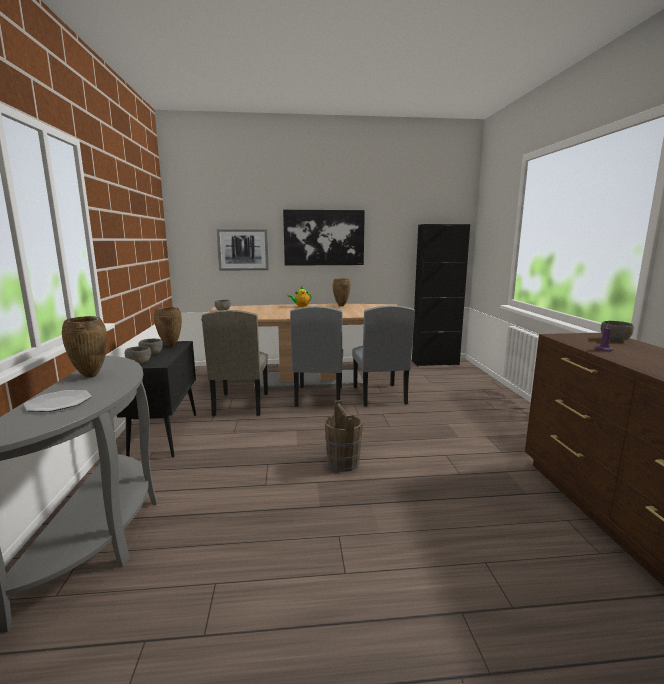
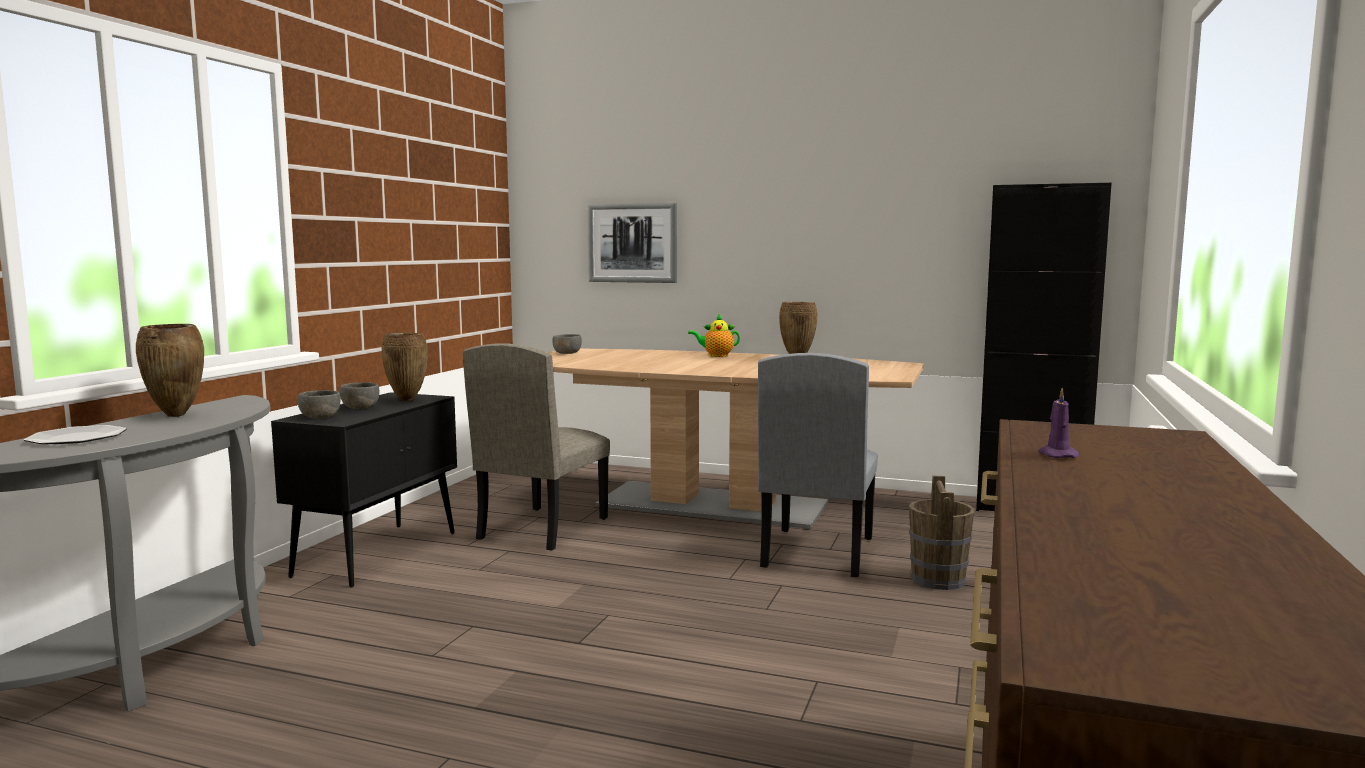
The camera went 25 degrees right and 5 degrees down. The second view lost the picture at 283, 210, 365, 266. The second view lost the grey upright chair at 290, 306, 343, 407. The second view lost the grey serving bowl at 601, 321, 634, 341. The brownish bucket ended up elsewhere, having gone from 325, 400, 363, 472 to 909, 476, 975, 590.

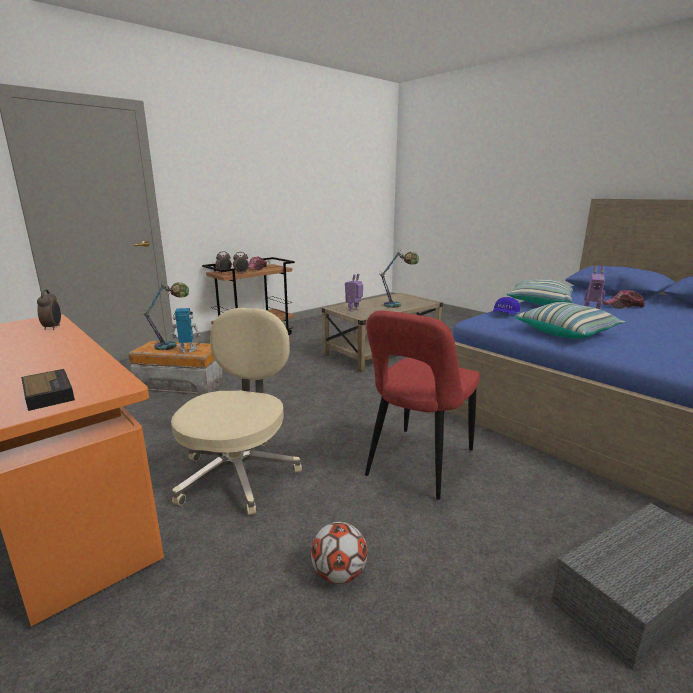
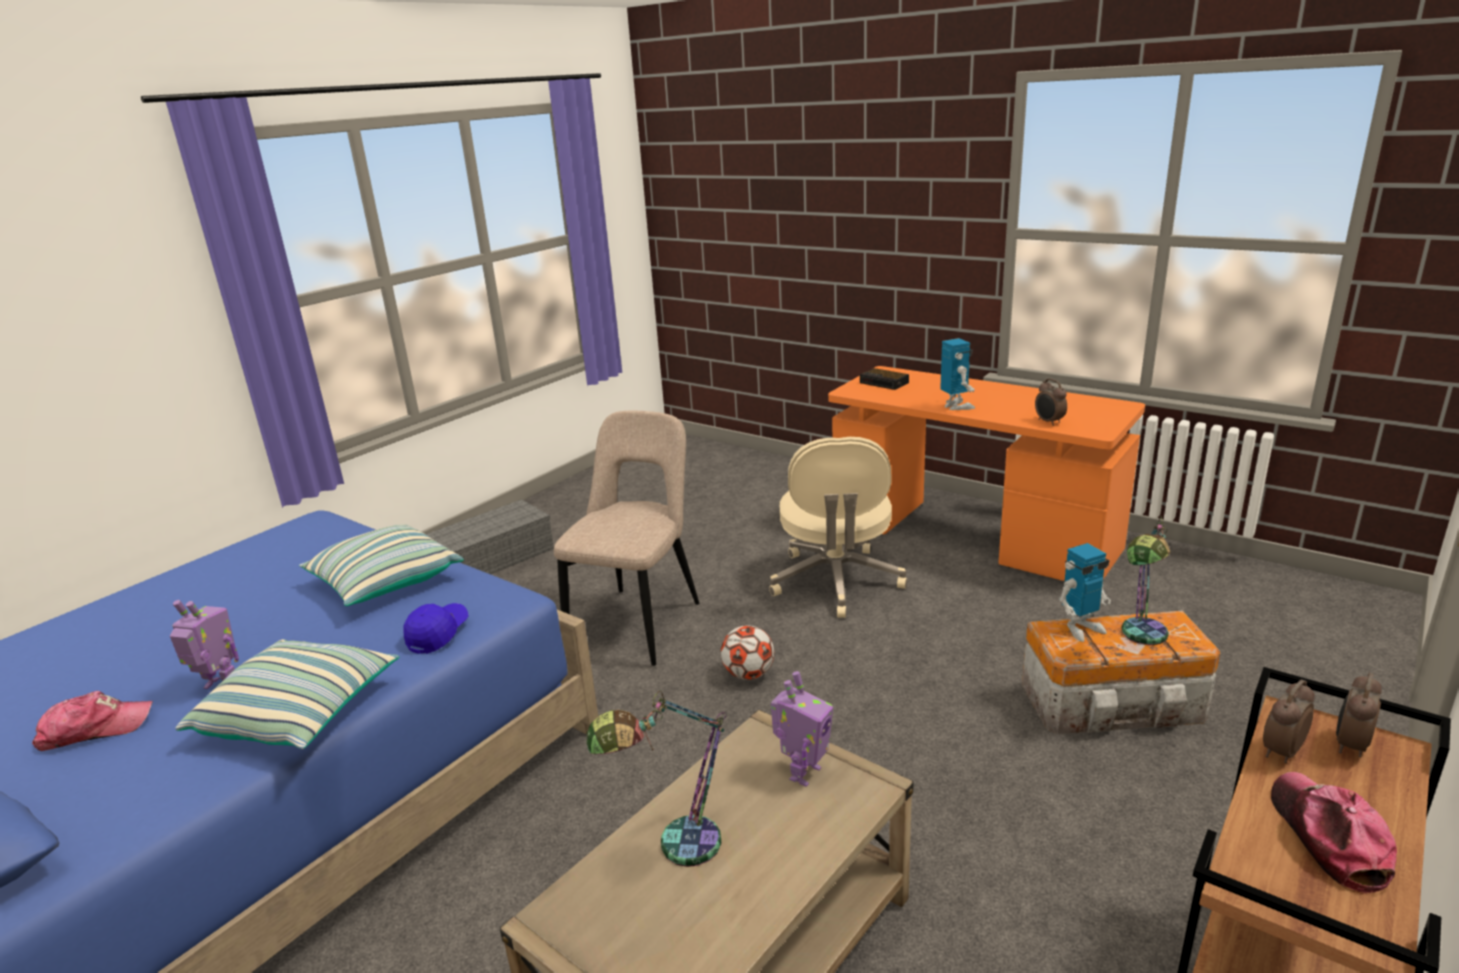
The camera went 170 degrees right and 5 degrees up. What was the reddish upright chair at 365, 310, 480, 500 turned into the sand-coloured upright chair at 554, 411, 700, 666. The ball for football ended up elsewhere, having gone from 311, 522, 368, 584 to 721, 625, 774, 680. The second view gained the robot figure at 940, 338, 975, 410.

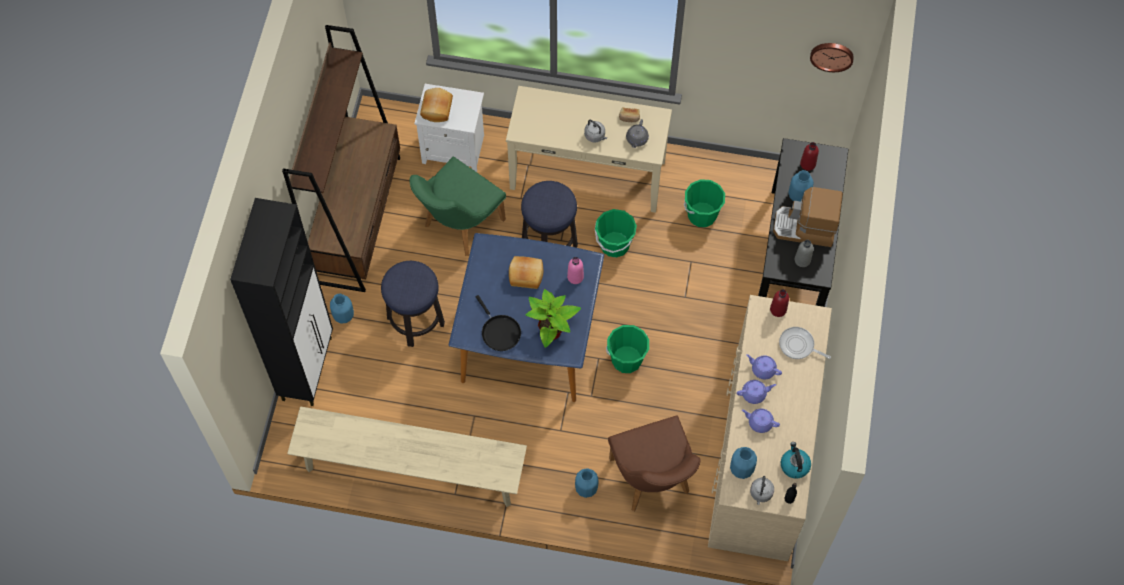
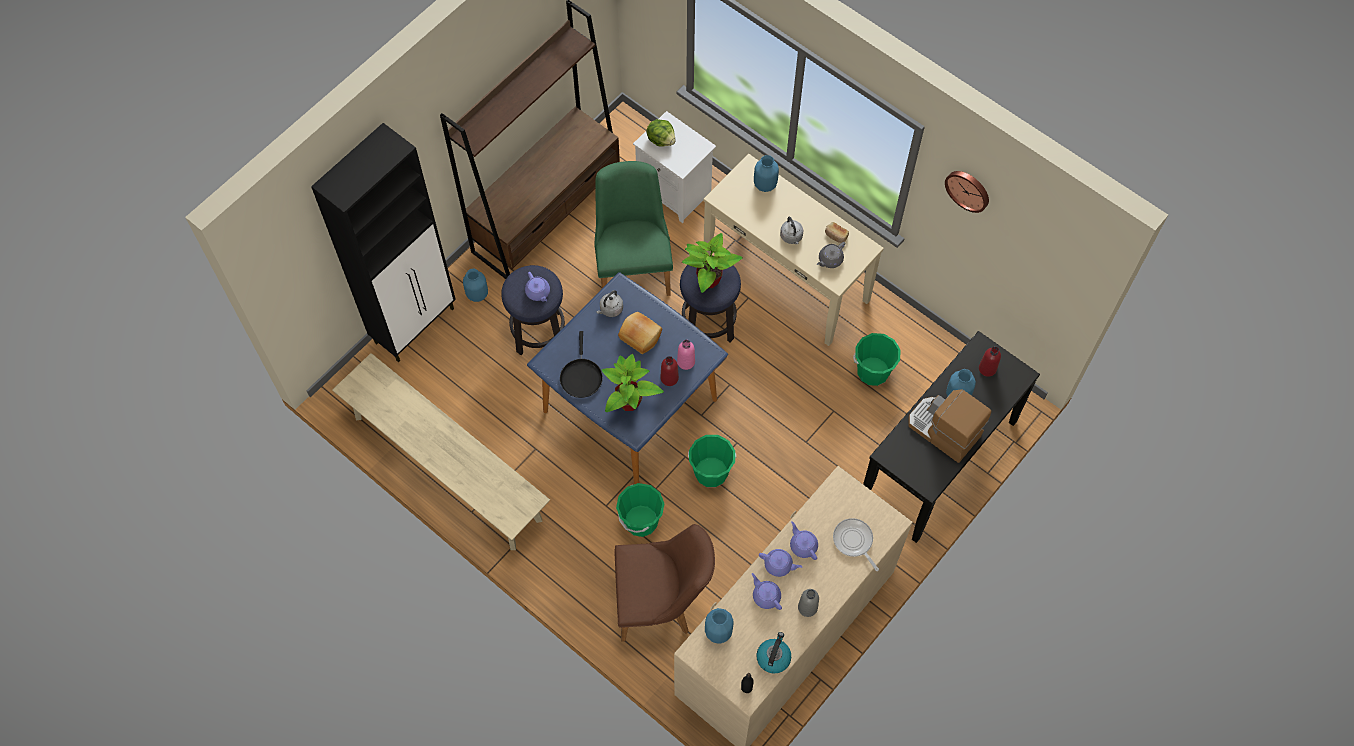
The camera went 30 degrees right and 0 degrees up. The hanging clock ended up elsewhere, having gone from 810, 43, 854, 72 to 945, 171, 989, 213. Where the baked bread stood at 420, 88, 453, 122, the lettuce came to stand at 646, 119, 675, 147. The green-coloured upright chair at 410, 156, 506, 256 ended up facing another way, 105 degrees clockwise from before. The green-coloured bucket ended up elsewhere, having gone from 595, 209, 637, 258 to 616, 483, 665, 537. The grey drink bottle ended up elsewhere, having gone from 795, 240, 813, 267 to 798, 589, 819, 617. The reddish drink bottle ended up elsewhere, having gone from 770, 289, 789, 317 to 660, 356, 679, 386. The brownish upright chair at 608, 415, 701, 511 ended up facing another way, 105 degrees counterclockwise from before. The bluish flower vase ended up elsewhere, having gone from 575, 468, 598, 498 to 754, 155, 779, 192. The grey kettle ended up elsewhere, having gone from 750, 476, 774, 505 to 596, 290, 623, 317. The second view gained the houseplant at 682, 233, 743, 293. The second view gained the purplish teapot at 525, 272, 550, 302.

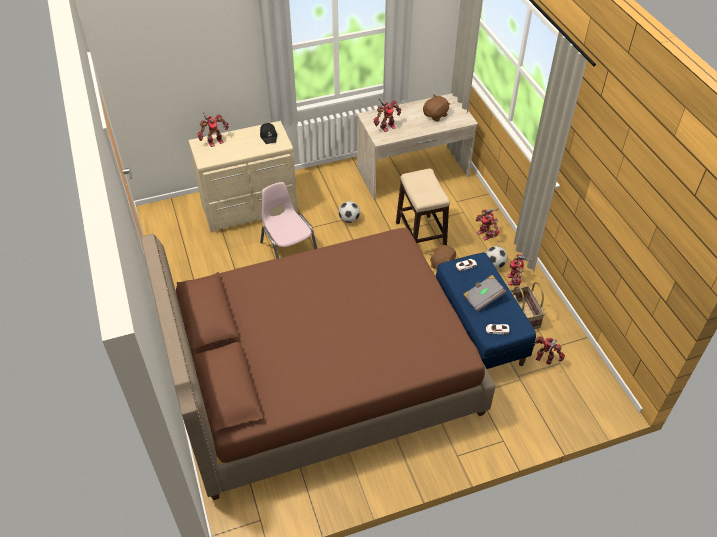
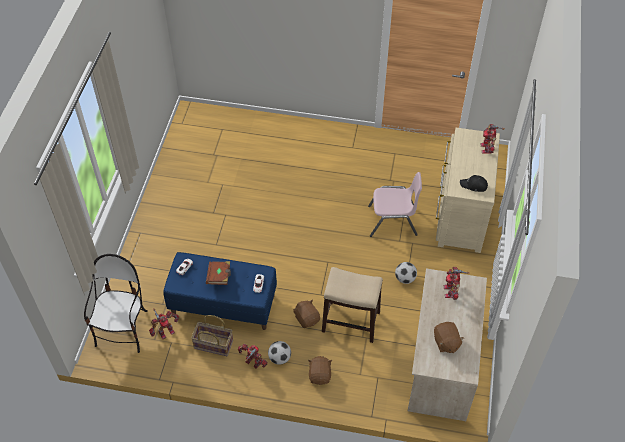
The camera went 120 degrees right and 5 degrees up. Where the robot figure stood at 476, 209, 499, 240, the brownish cuddly toy came to stand at 308, 356, 332, 385. The second view lost the brownish bedroom bed at 141, 228, 495, 500. What was the grey volume at 463, 275, 506, 312 turned into the brownish volume at 206, 261, 231, 285. The second view gained the upright chair at 84, 254, 148, 353.

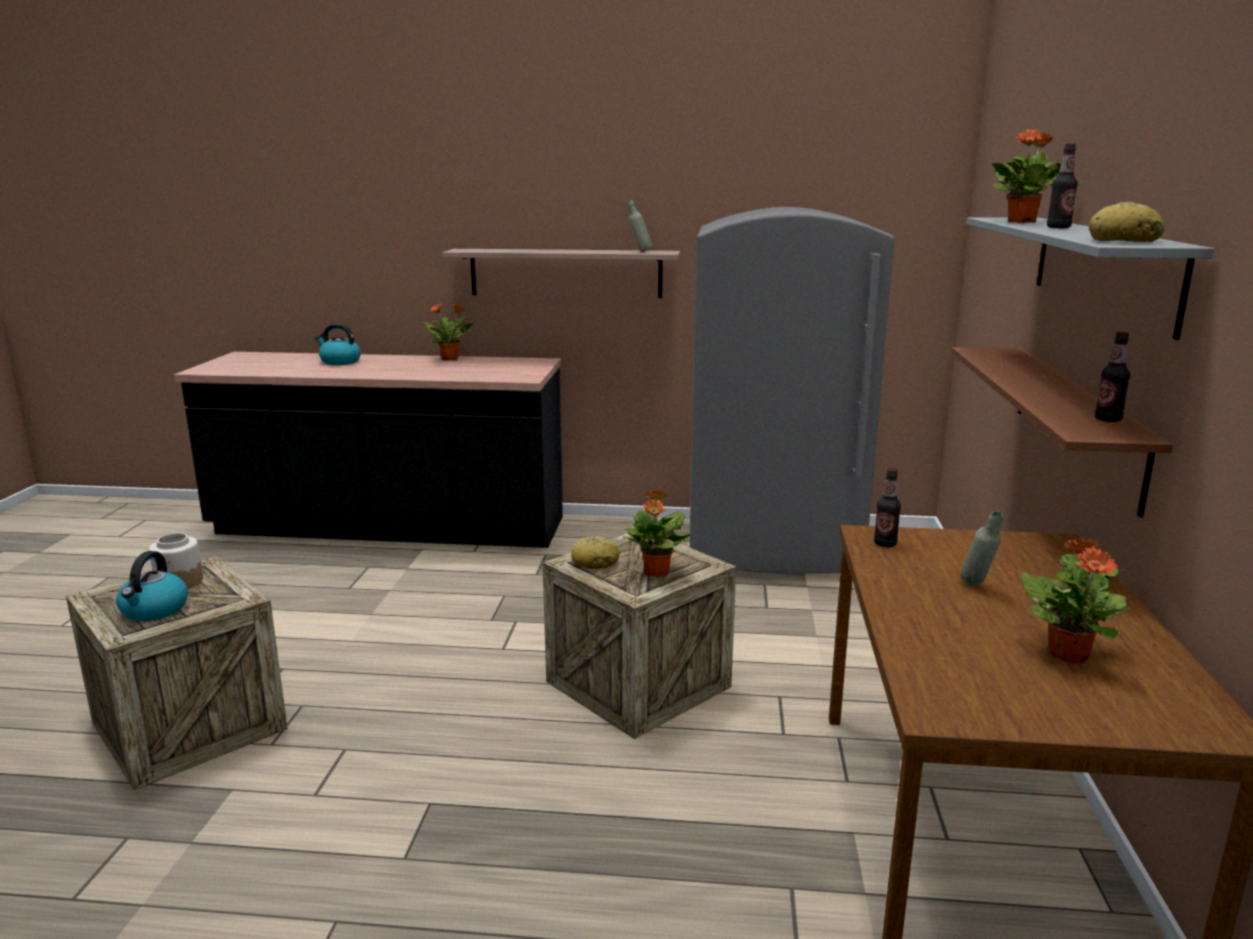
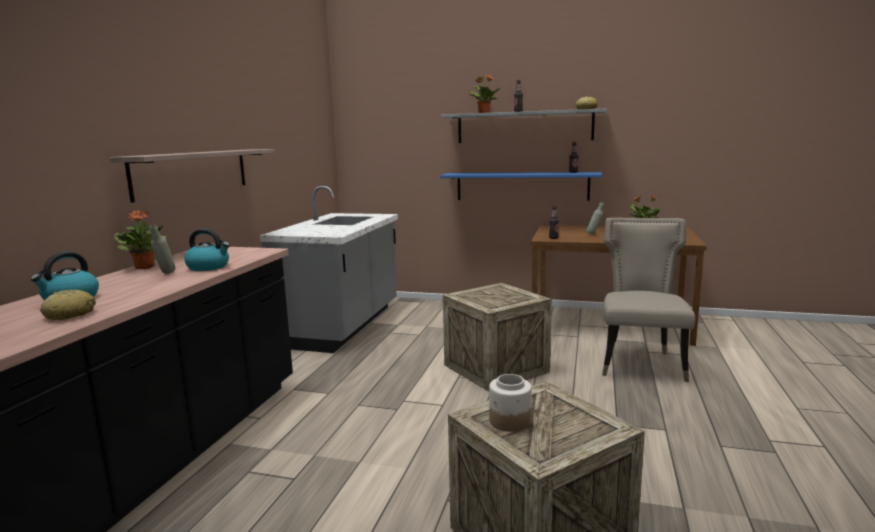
The camera went 80 degrees left and 5 degrees down. The grey drink bottle ended up elsewhere, having gone from 627, 200, 652, 252 to 150, 225, 176, 274. Where the grey kitchen fridge stood at 689, 207, 894, 574, the grey kitchen counter came to stand at 260, 186, 398, 353. What was the brownish wall shelf at 951, 347, 1173, 518 turned into the bluish wall shelf at 440, 172, 602, 201. The second view lost the houseplant at 622, 490, 692, 577. The baked bread ended up elsewhere, having gone from 571, 535, 619, 569 to 40, 289, 96, 320. The kettle ended up elsewhere, having gone from 116, 551, 188, 621 to 185, 228, 230, 271. The second view gained the sand-coloured upright chair at 602, 218, 695, 382.

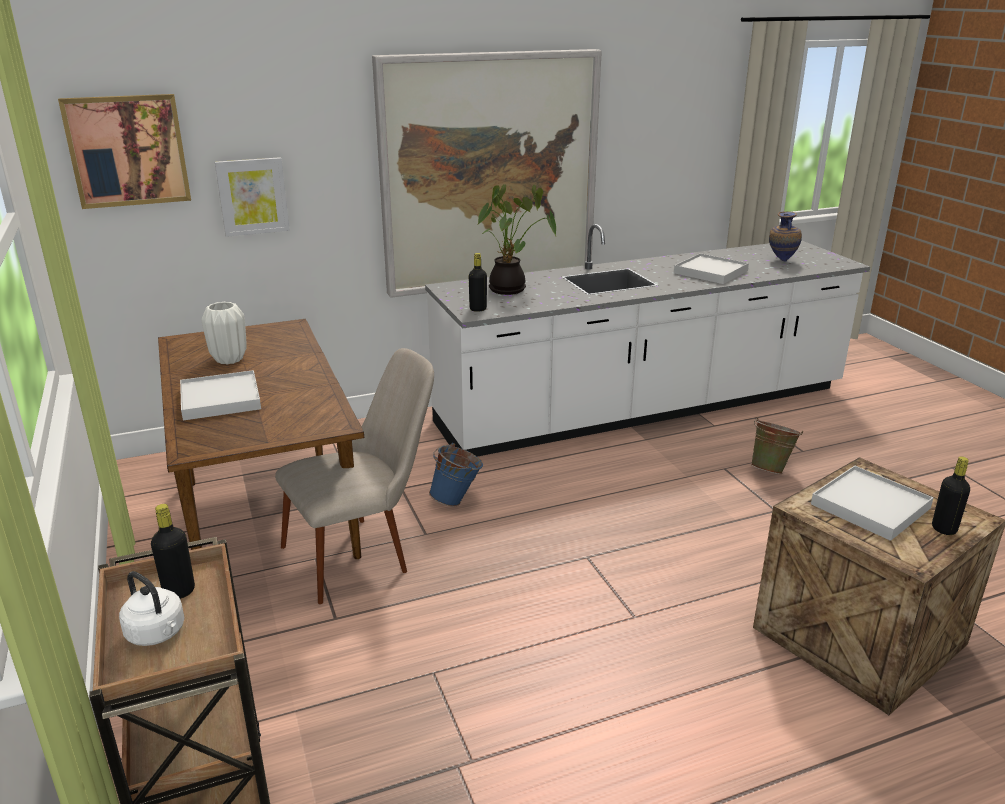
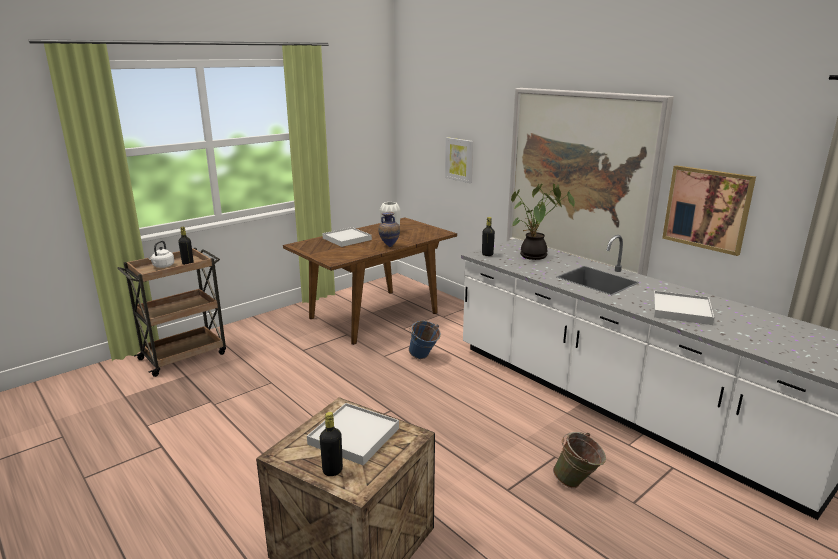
The camera went 70 degrees right and 5 degrees down. The picture ended up elsewhere, having gone from 58, 94, 191, 209 to 662, 165, 756, 256. The flower vase ended up elsewhere, having gone from 769, 211, 802, 262 to 378, 212, 400, 247. The second view lost the sand-coloured upright chair at 275, 348, 434, 604.

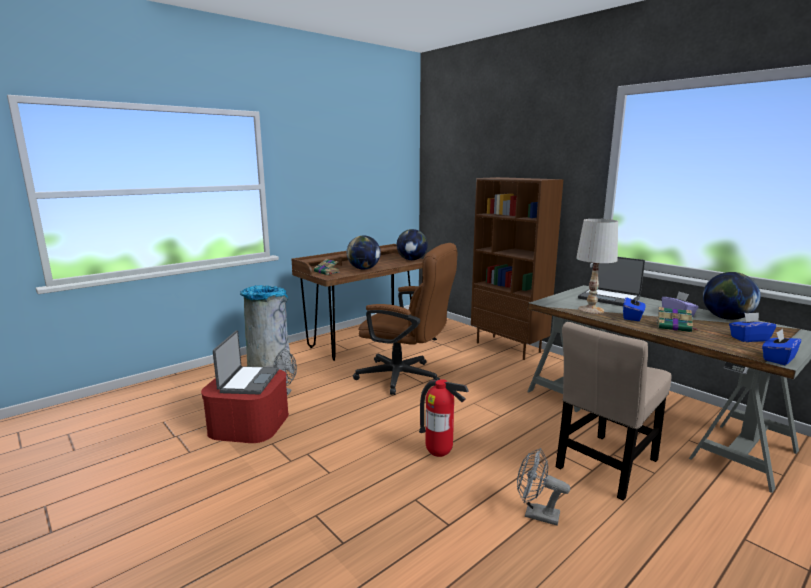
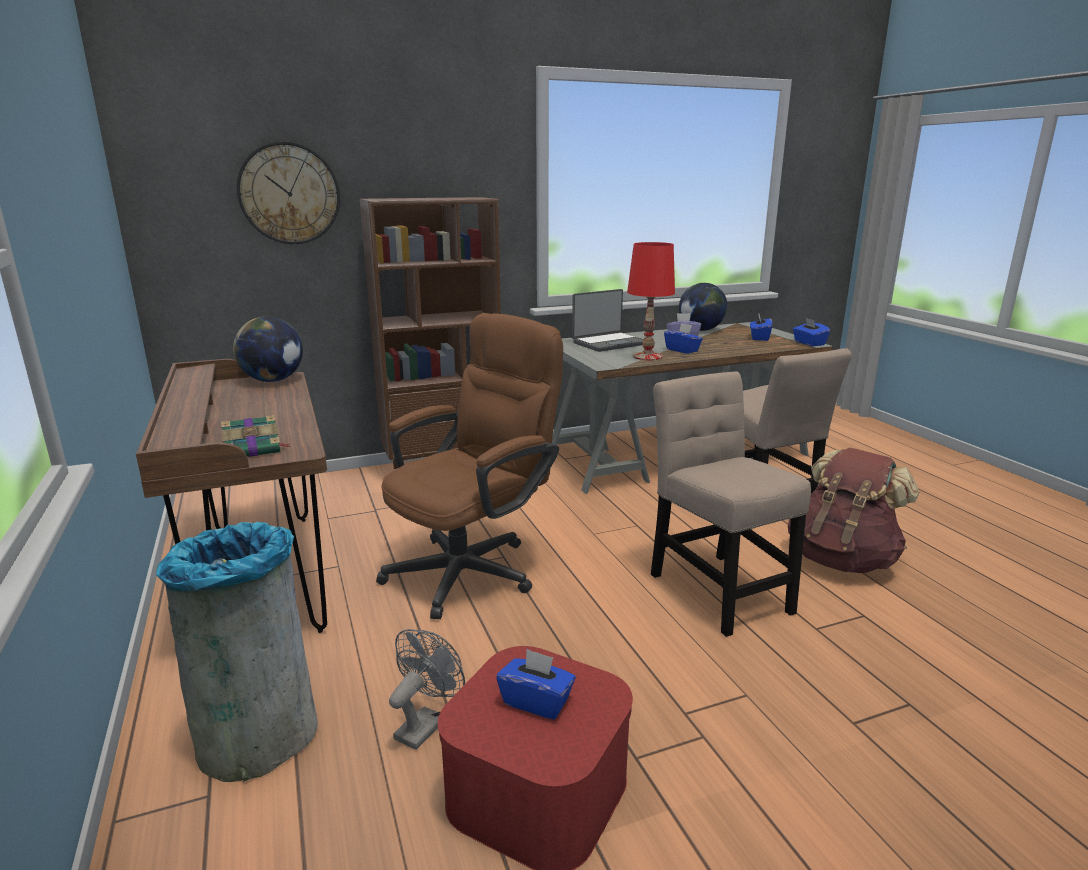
The camera went 70 degrees left and 5 degrees up. What was the white table lamp at 576, 219, 618, 314 turned into the reddish table lamp at 627, 242, 675, 360. The second view lost the globe at 347, 235, 381, 270. The second view lost the volume at 656, 307, 696, 332. Where the laptop stood at 213, 331, 279, 394, the bluish box of tissues came to stand at 496, 649, 576, 719. Where the extinguisher stood at 419, 379, 469, 457, the sand-coloured upright chair came to stand at 651, 371, 811, 637. Where the grey fan stood at 517, 448, 570, 526, the brownish rucksack came to stand at 788, 448, 919, 573. The second view gained the hanging clock at 237, 141, 340, 244.

